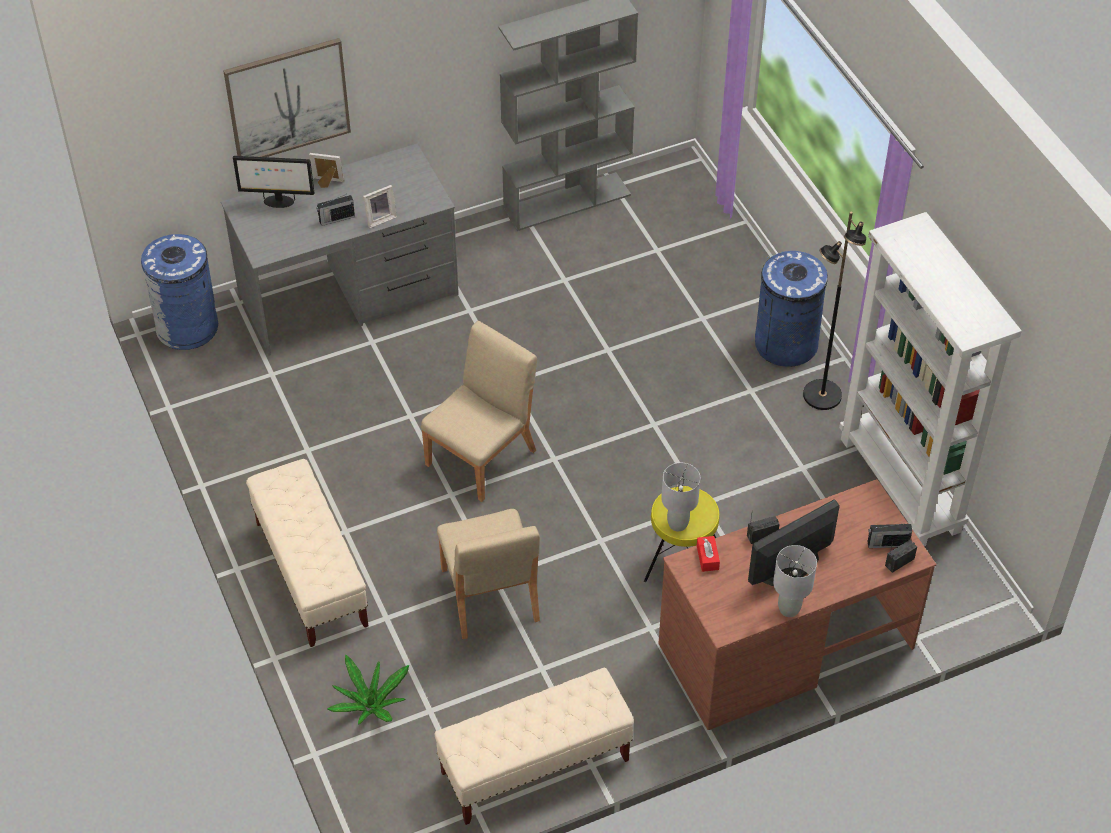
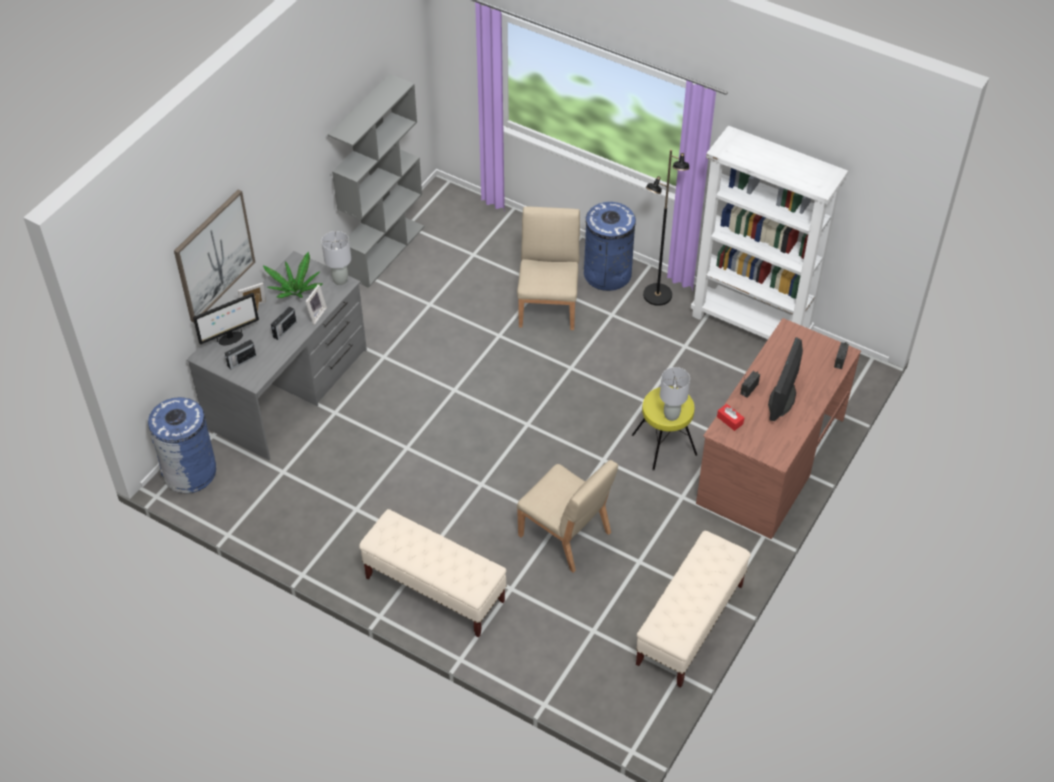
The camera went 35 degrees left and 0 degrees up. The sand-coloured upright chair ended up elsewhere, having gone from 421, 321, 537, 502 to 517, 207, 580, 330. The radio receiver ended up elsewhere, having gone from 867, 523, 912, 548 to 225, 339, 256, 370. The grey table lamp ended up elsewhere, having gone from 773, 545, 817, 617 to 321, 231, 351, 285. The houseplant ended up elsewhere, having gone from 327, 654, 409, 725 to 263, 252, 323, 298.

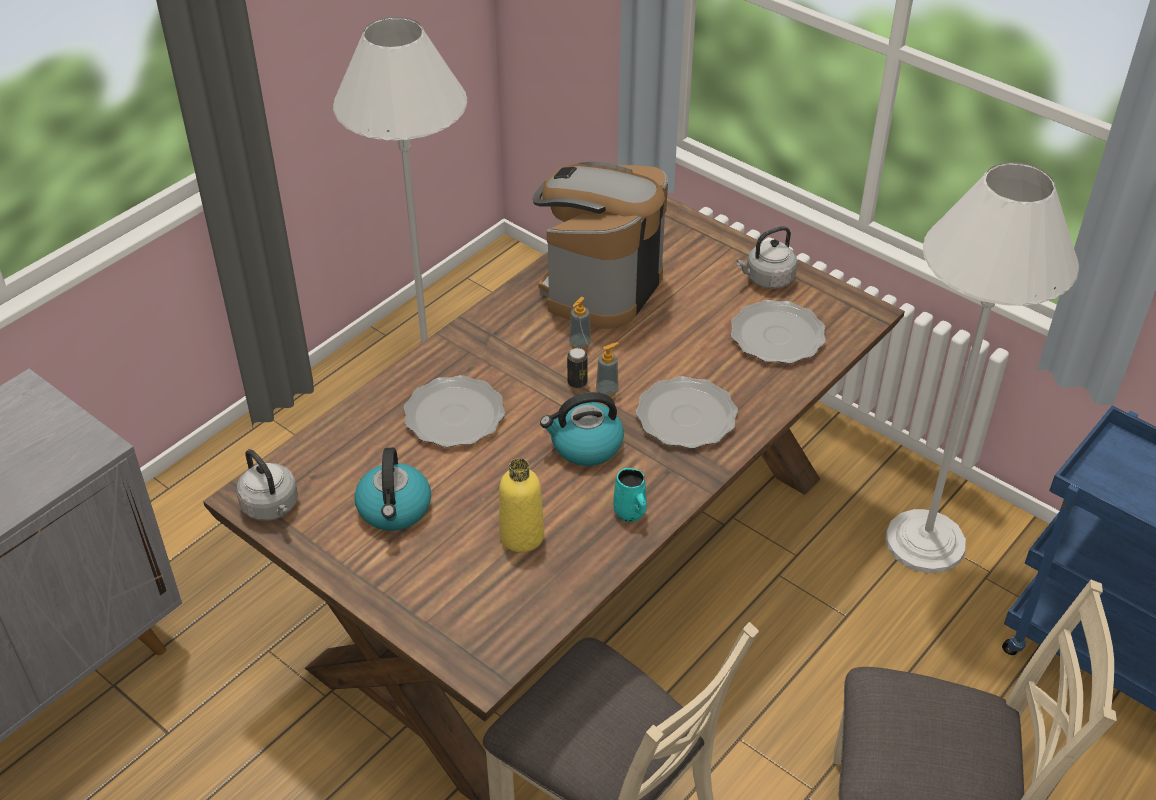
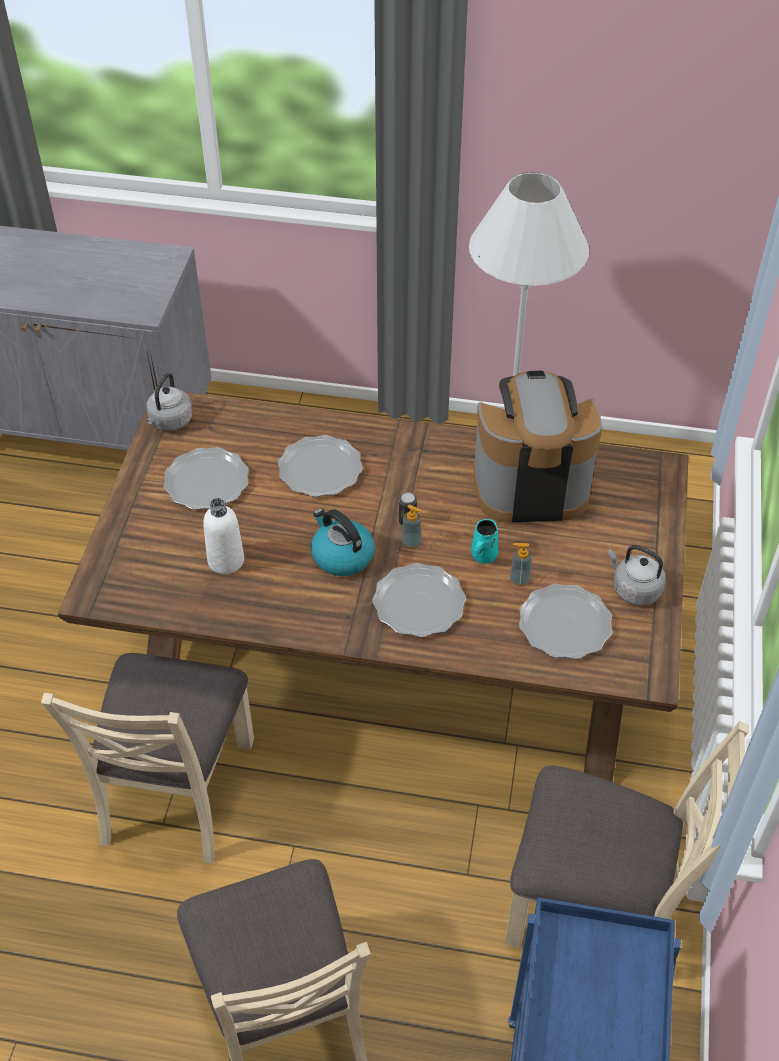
The camera went 60 degrees right and 5 degrees up. Where the white floor lamp stood at 885, 162, 1079, 573, the sand-coloured upright chair came to stand at 505, 721, 749, 948. The soap dispenser ended up elsewhere, having gone from 569, 297, 591, 349 to 510, 543, 532, 586. Where the kettle stood at 354, 448, 431, 531, the flat dish came to stand at 164, 447, 249, 510. What was the yellowish drink bottle at 499, 458, 544, 552 turned into the white drink bottle at 203, 498, 244, 574. The turquoise-coloured coffee mug ended up elsewhere, having gone from 613, 468, 647, 522 to 471, 519, 498, 564.

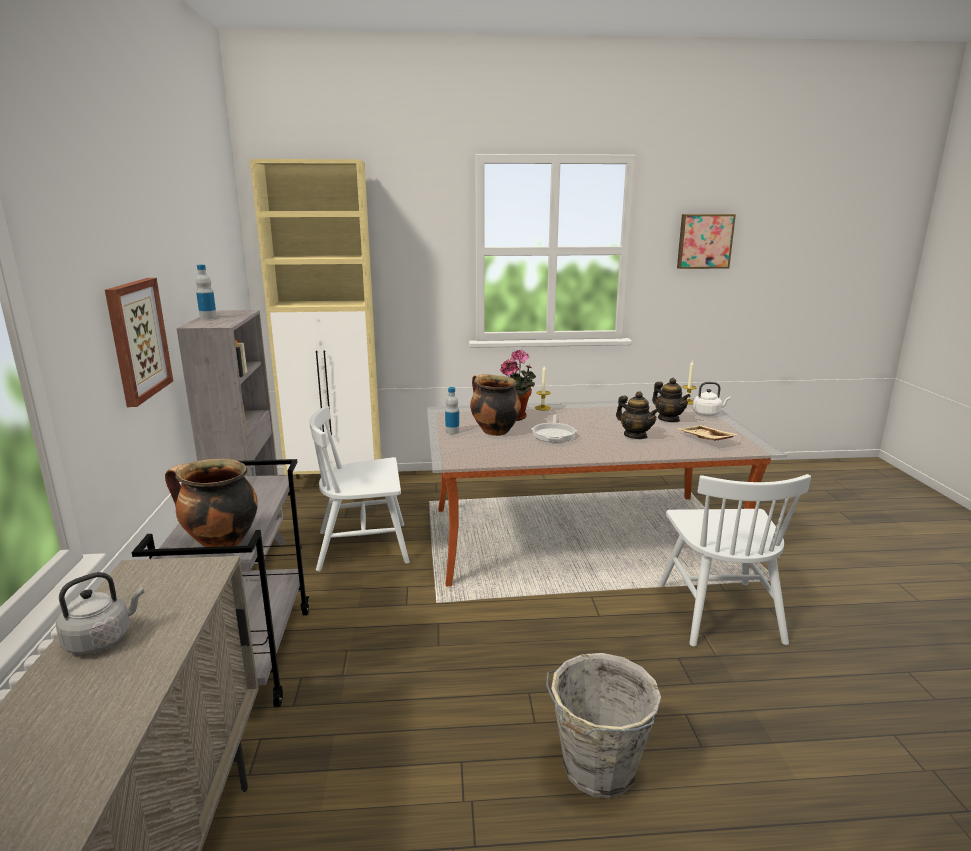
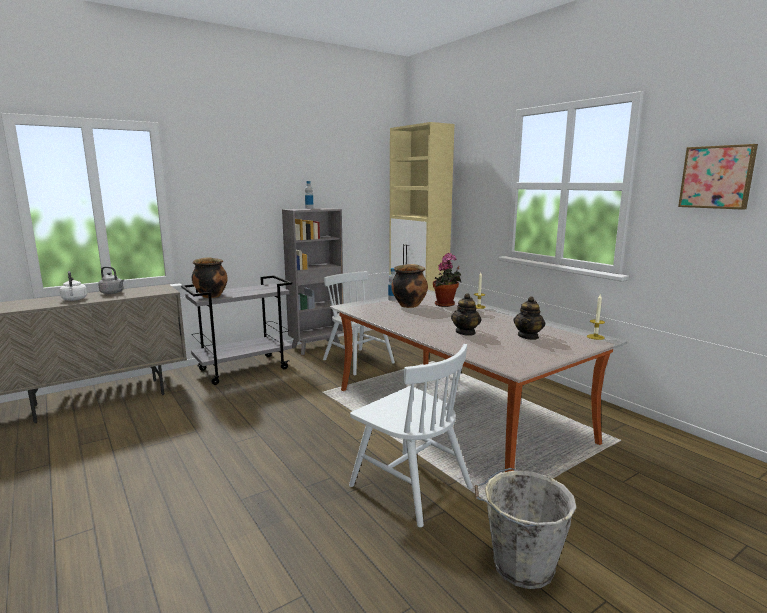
The camera went 60 degrees right and 5 degrees down. The second view lost the picture at 105, 278, 173, 407. The white kettle ended up elsewhere, having gone from 693, 382, 731, 416 to 60, 271, 87, 301. The second view lost the frying pan at 531, 414, 577, 442. The second view lost the sand-coloured carrying tray at 677, 425, 738, 441. The white upright chair at 659, 474, 811, 647 ended up facing another way, 105 degrees counterclockwise from before. The grey bucket ended up elsewhere, having gone from 546, 653, 661, 798 to 474, 468, 577, 589.

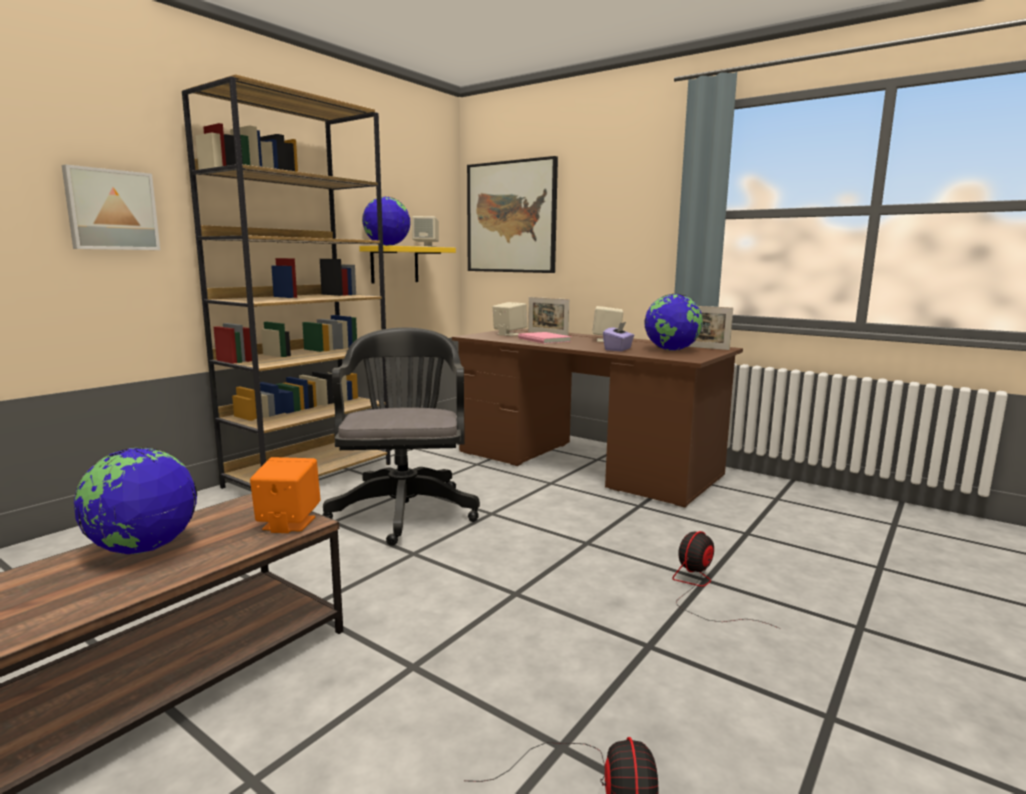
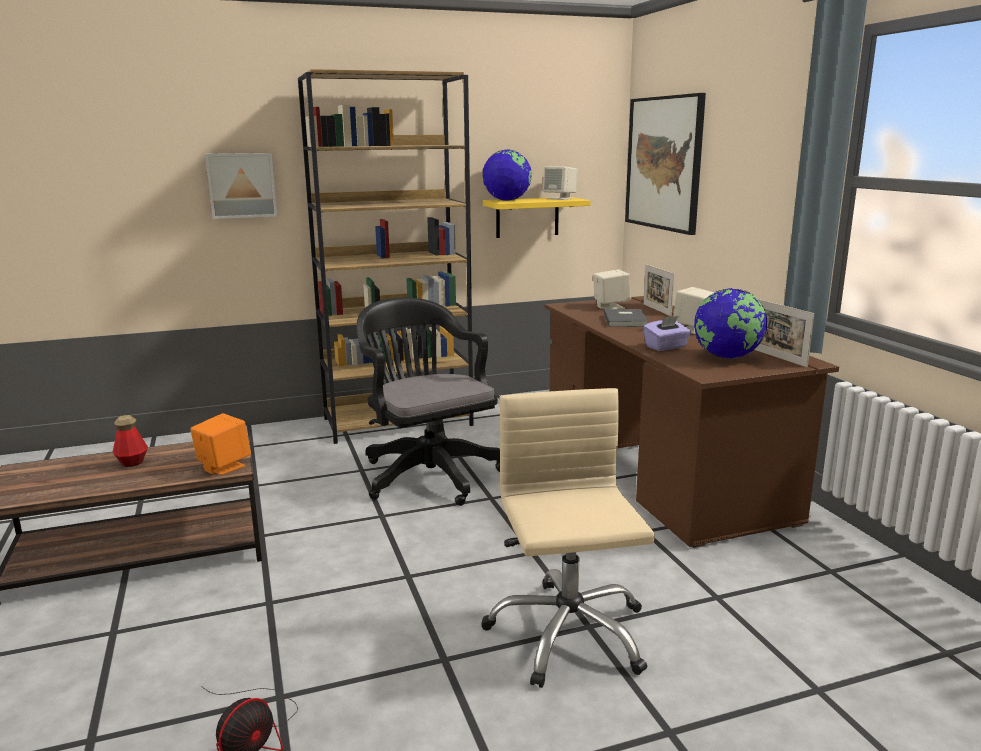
The camera went 35 degrees right and 5 degrees up. The blackish computer chair at 322, 327, 480, 546 ended up facing another way, 60 degrees counterclockwise from before. What was the pinkish volume at 518, 332, 572, 344 turned into the grey volume at 604, 309, 649, 327. Where the globe stood at 74, 447, 197, 554, the drink bottle came to stand at 113, 415, 148, 467. Where the fan stood at 672, 531, 780, 629, the sand-coloured computer chair came to stand at 481, 388, 655, 688.

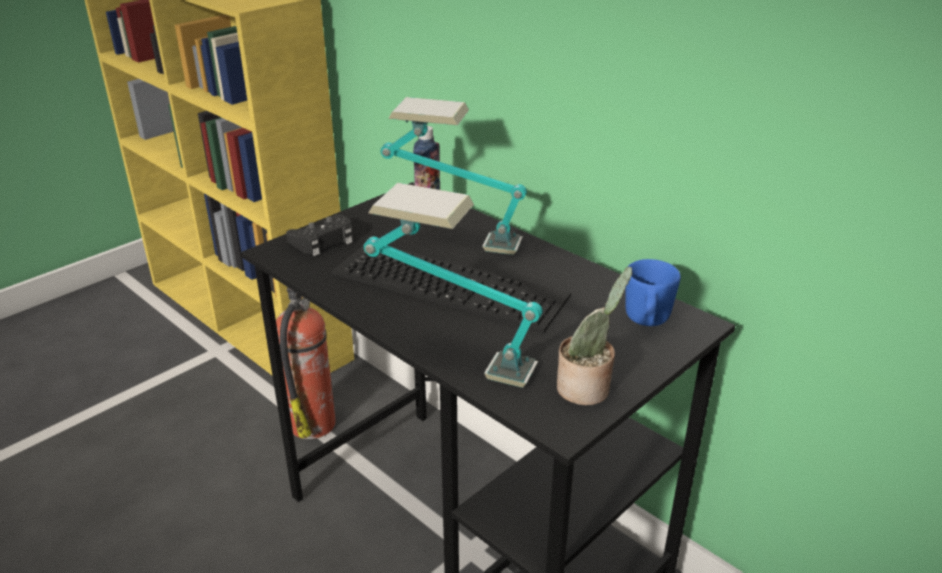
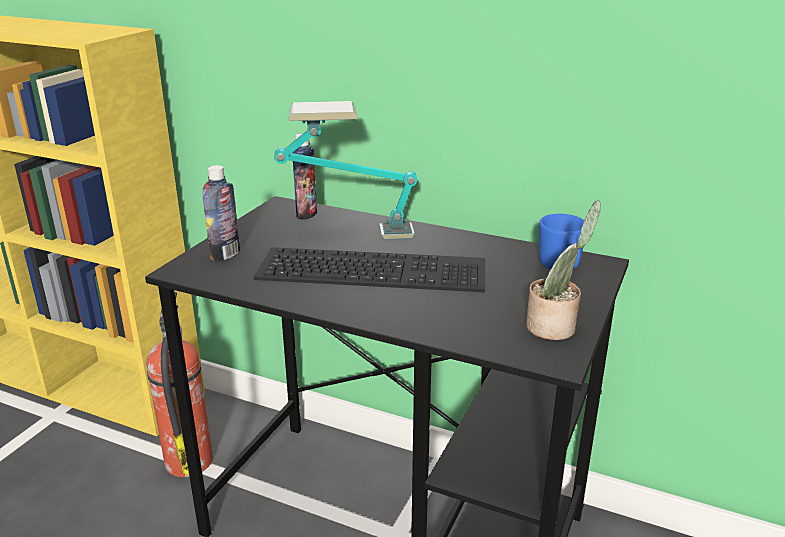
The camera went 20 degrees left and 5 degrees down. The second view lost the table lamp at 363, 183, 543, 388. Where the blackish game controller stood at 286, 214, 353, 256, the drink bottle came to stand at 203, 165, 240, 262.

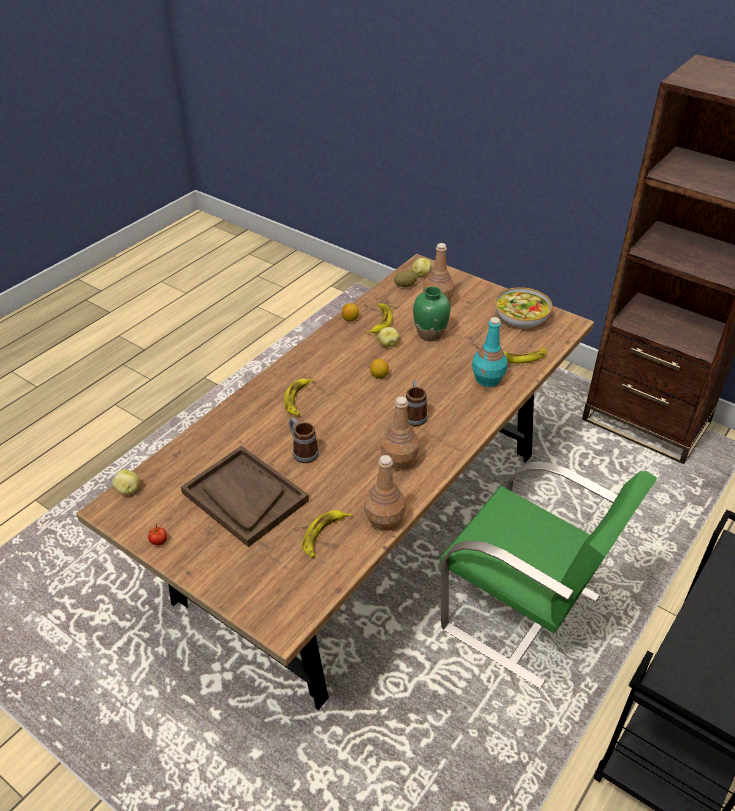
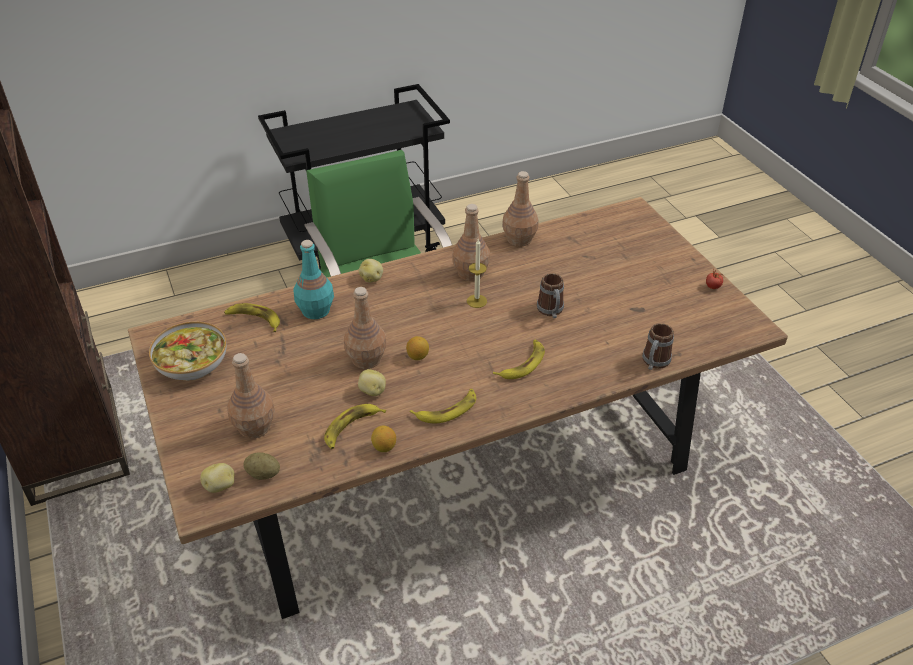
The camera went 150 degrees left and 0 degrees up. The second view lost the green-coloured flower vase at 413, 286, 451, 341. The coffee mug ended up elsewhere, having gone from 405, 380, 428, 426 to 642, 323, 674, 370. The second view lost the brownish carrying tray at 181, 446, 309, 547. The potato ended up elsewhere, having gone from 113, 469, 140, 495 to 359, 259, 383, 283. The whole banana ended up elsewhere, having gone from 302, 510, 351, 558 to 410, 389, 476, 423. The second view gained the candle at 467, 239, 487, 308. The second view gained the brownish drink bottle at 344, 287, 386, 369.

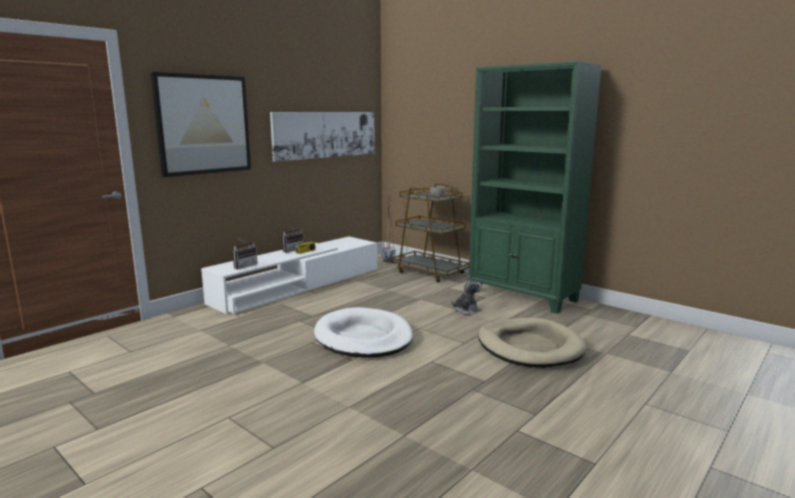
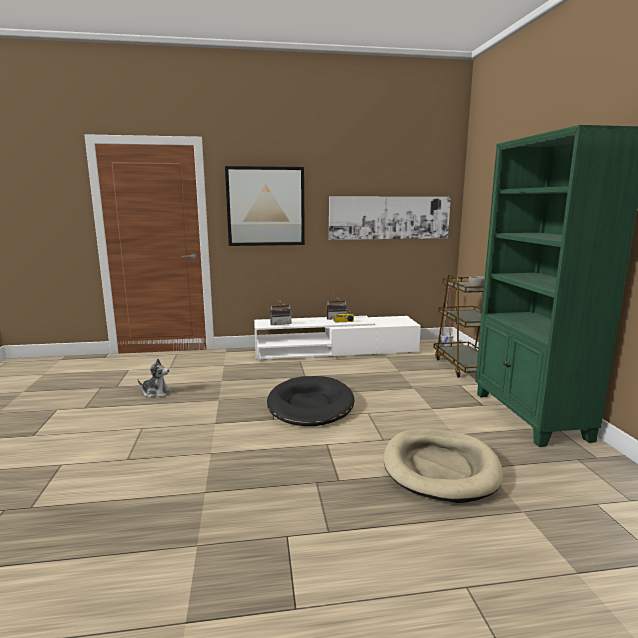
The camera went 40 degrees right and 0 degrees up. The cuddly toy ended up elsewhere, having gone from 451, 275, 481, 315 to 137, 359, 172, 398. What was the white pet bed at 314, 307, 413, 358 turned into the blackish pet bed at 267, 376, 354, 426.

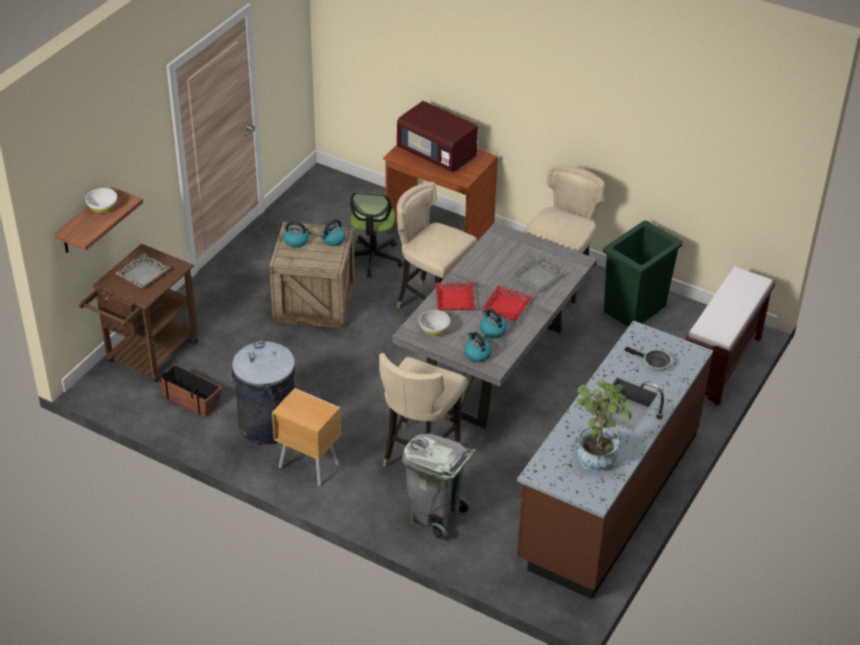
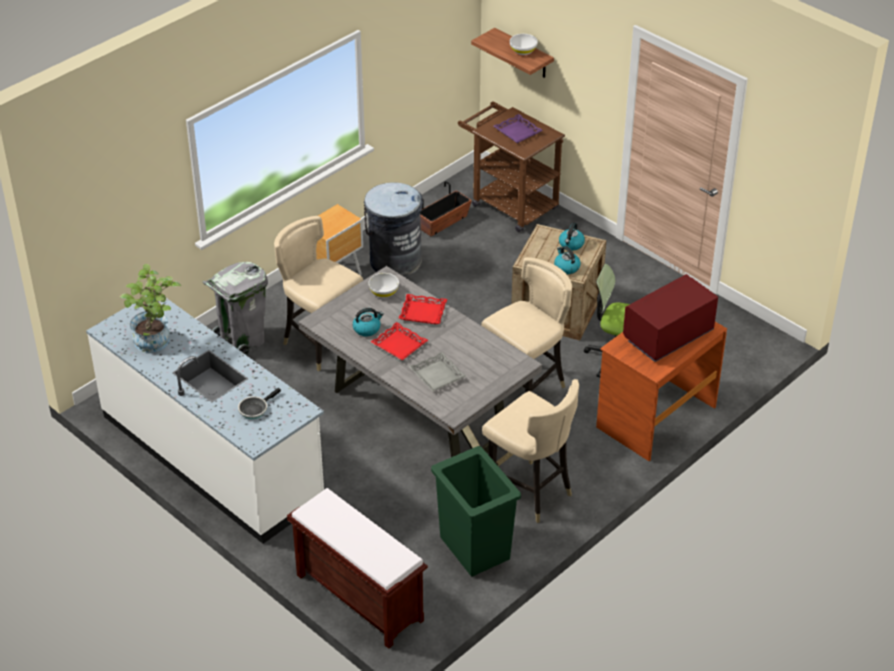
The camera went 105 degrees right and 0 degrees up. What was the grey carrying tray at 115, 253, 171, 288 turned into the purplish carrying tray at 494, 114, 543, 143. What was the brownish kitchen counter at 517, 320, 713, 599 turned into the white kitchen counter at 86, 298, 324, 544. The second view lost the kettle at 464, 332, 492, 362.

